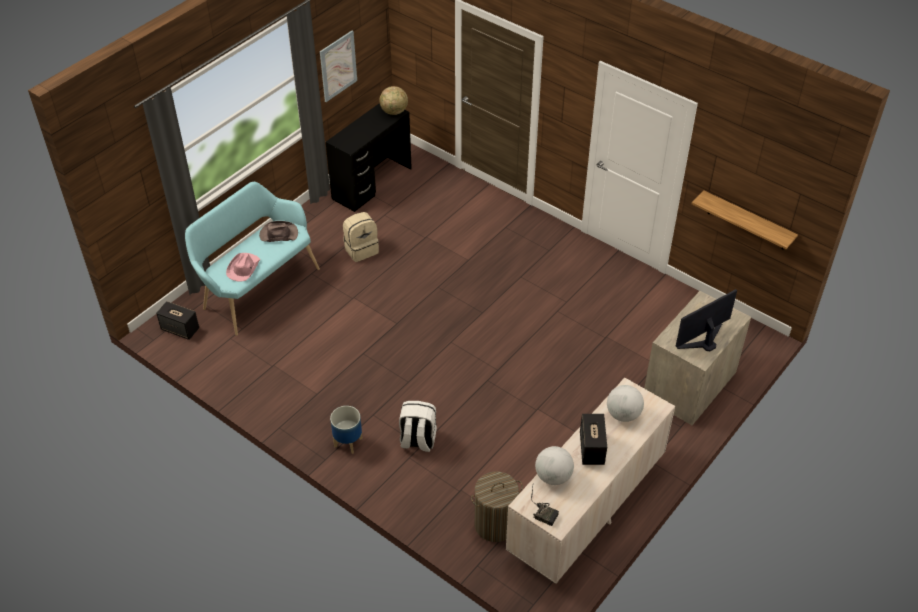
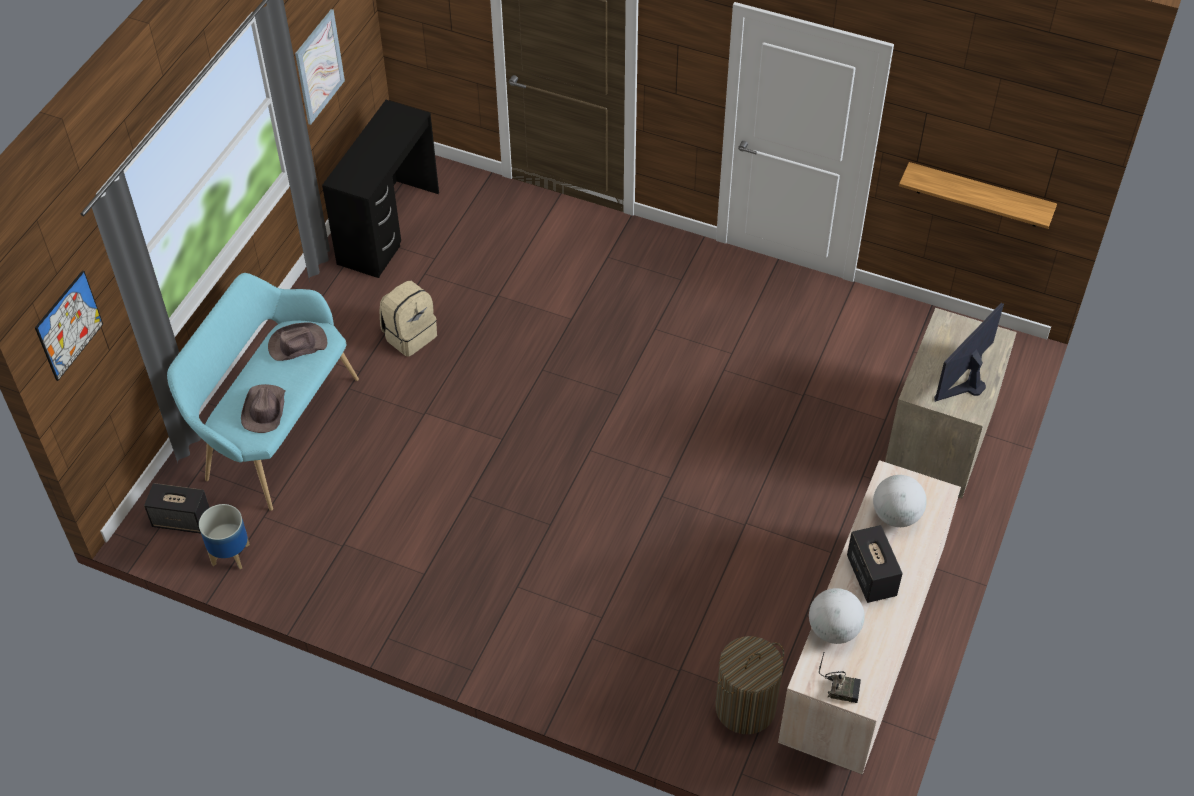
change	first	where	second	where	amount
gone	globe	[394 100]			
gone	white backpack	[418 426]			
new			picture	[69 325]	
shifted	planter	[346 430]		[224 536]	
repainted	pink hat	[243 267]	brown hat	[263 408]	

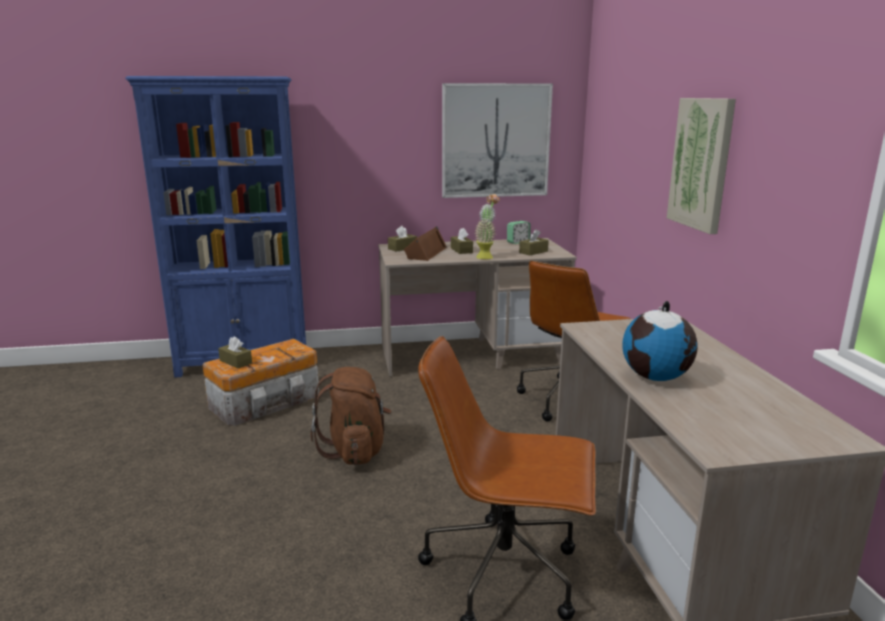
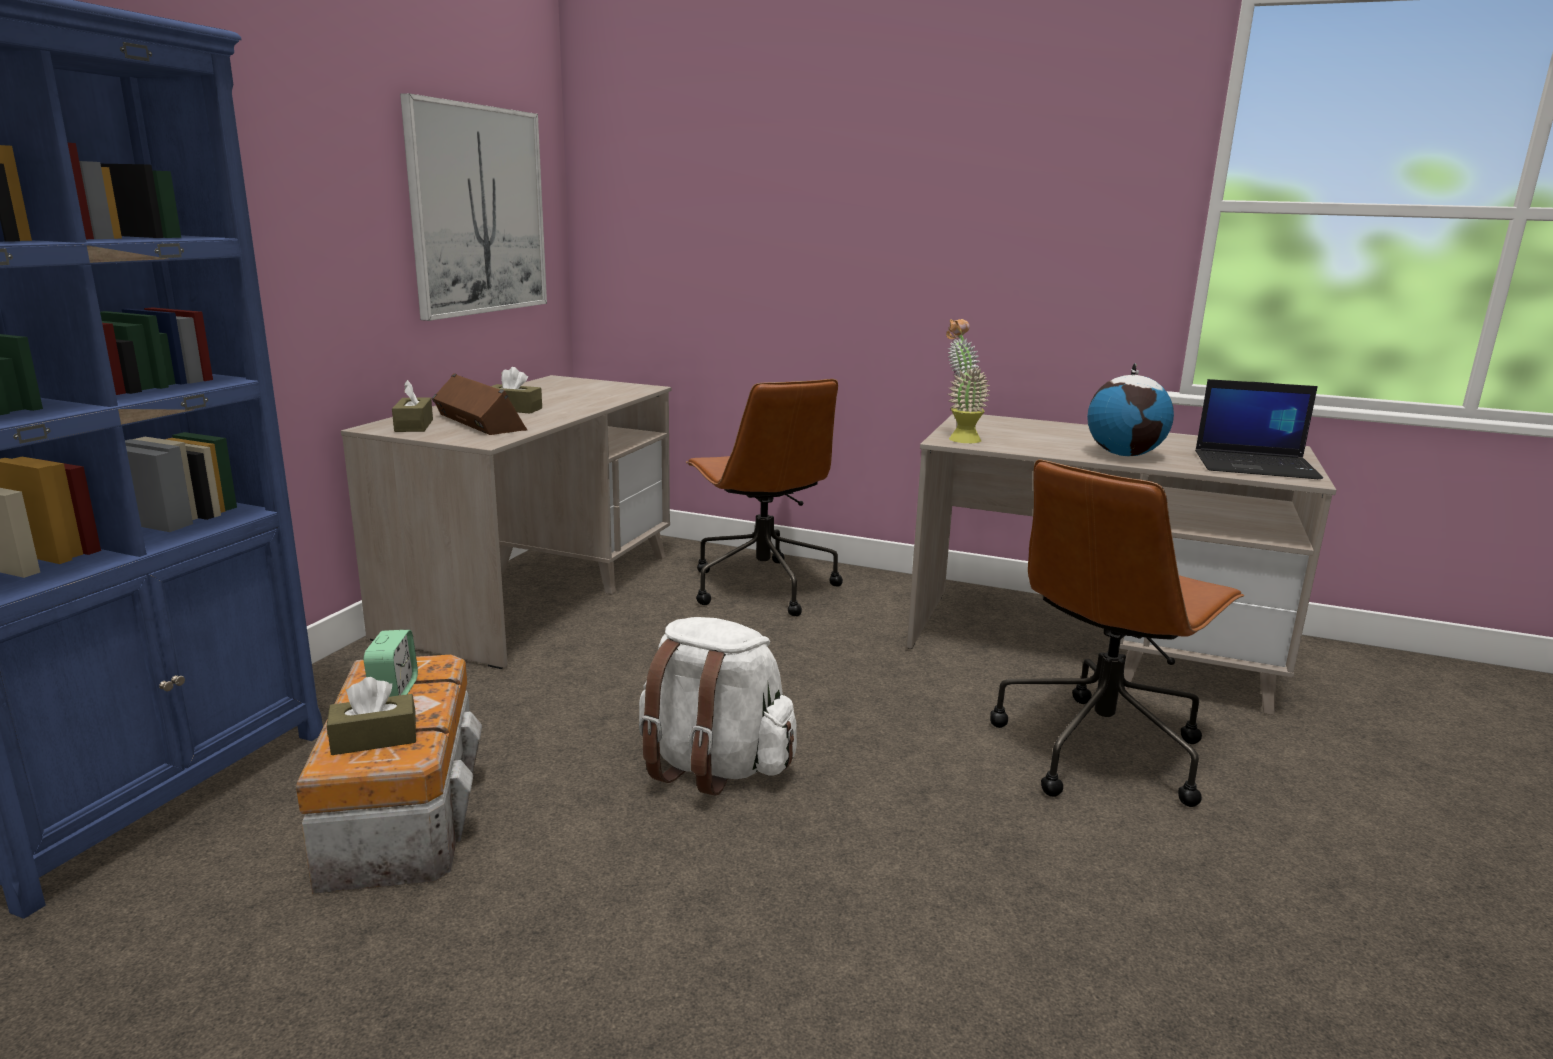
change	first	where	second	where	amount
gone	brown tissue box	[534 242]			
gone	picture	[701 166]			
new			laptop	[1259 429]	
shifted	potted plant	[487 226]		[968 381]	
shifted	alarm clock	[519 232]		[391 663]	
repainted	brown backpack	[351 416]	white backpack	[718 706]	

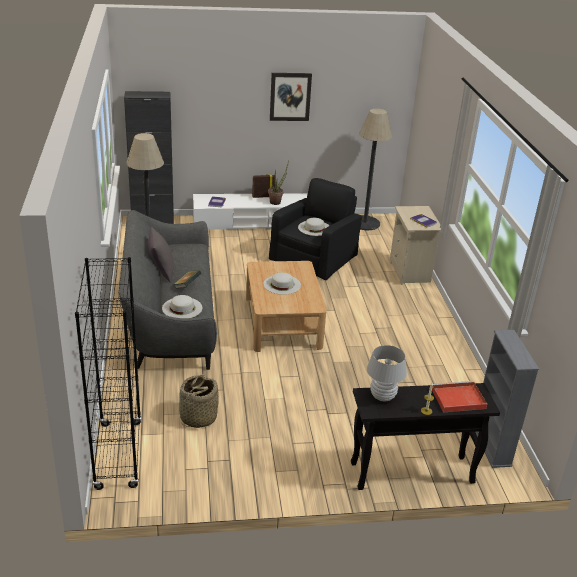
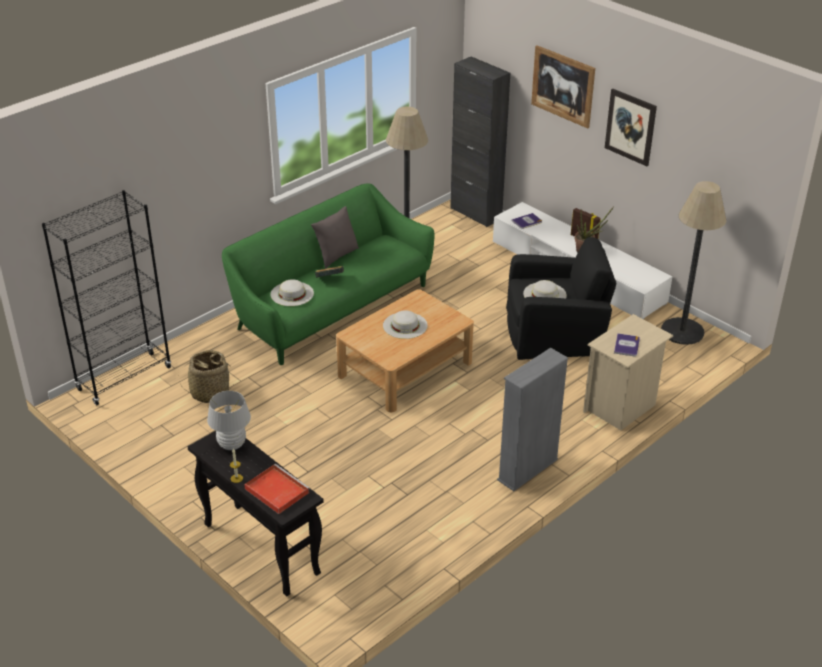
change	first	where	second	where	amount
new			picture	[563 86]	
shifted	grey bookcase	[507 399]		[532 419]	
repainted	grey sofa	[168 290]	green sofa	[328 274]	

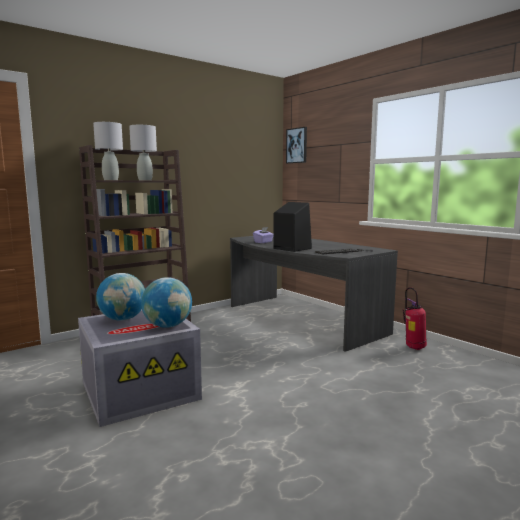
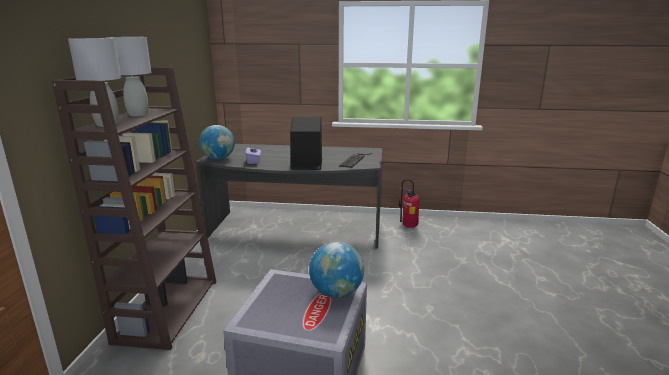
change	first	where	second	where	amount
gone	picture	[296 145]			
shifted	globe	[120 296]		[217 142]	

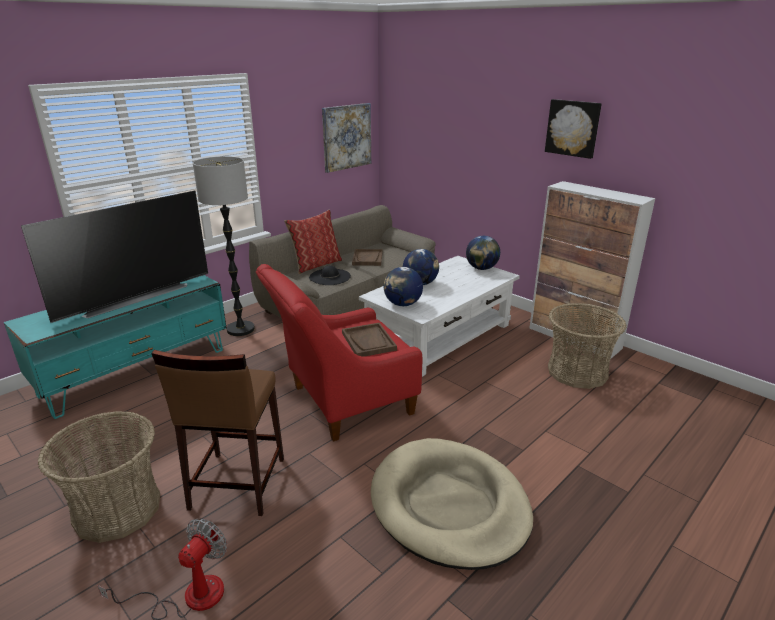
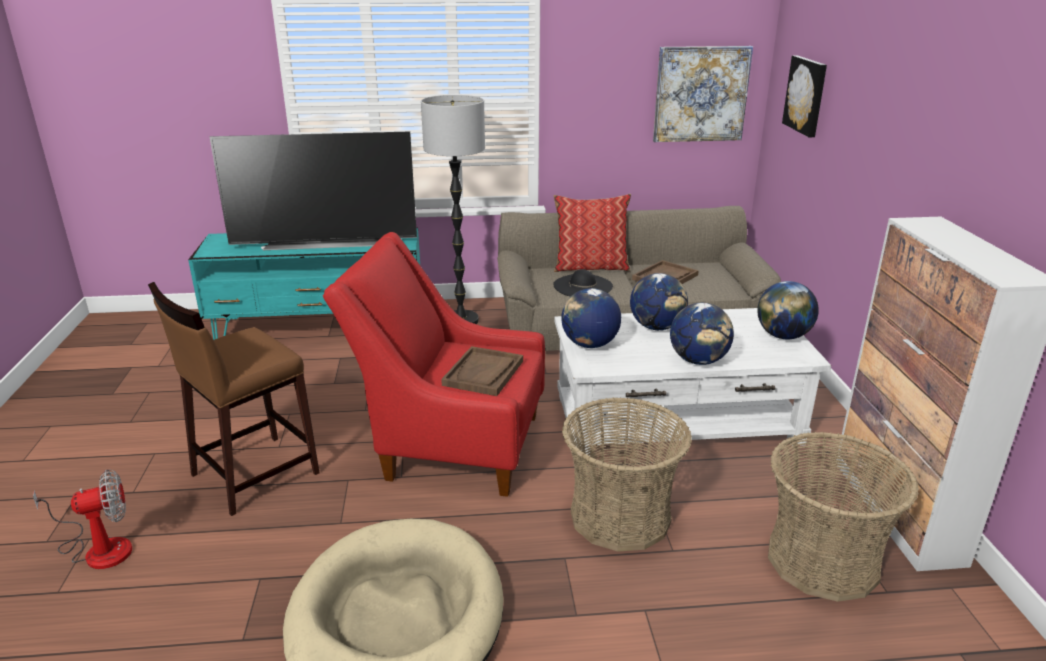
change	first	where	second	where	amount
new			globe	[702 334]	
shifted	basket	[98 477]		[627 474]	
shifted	picture	[573 129]		[804 96]	

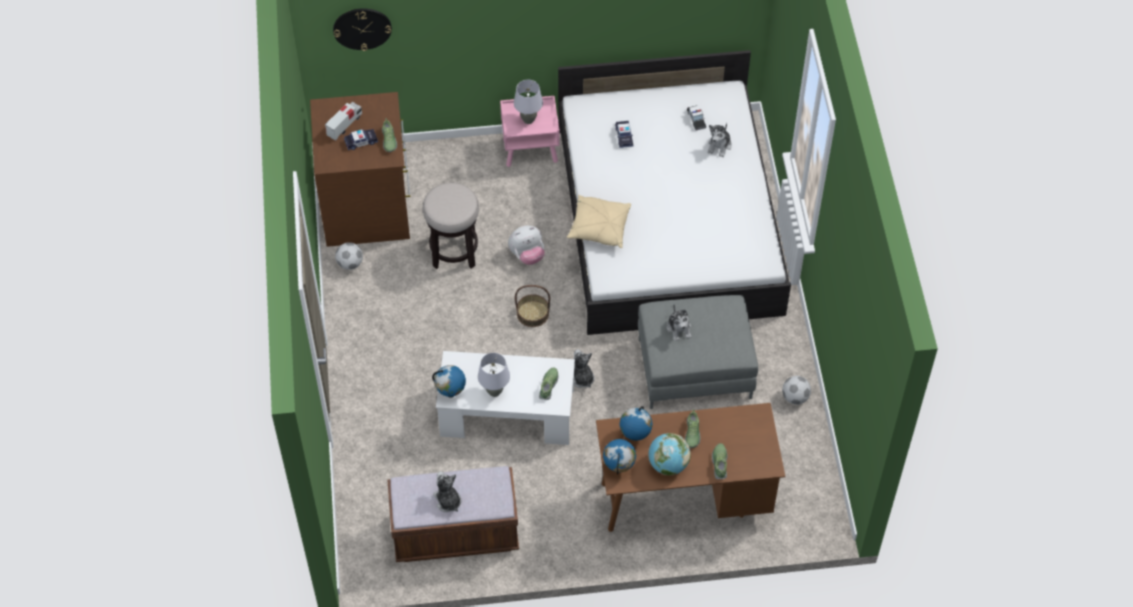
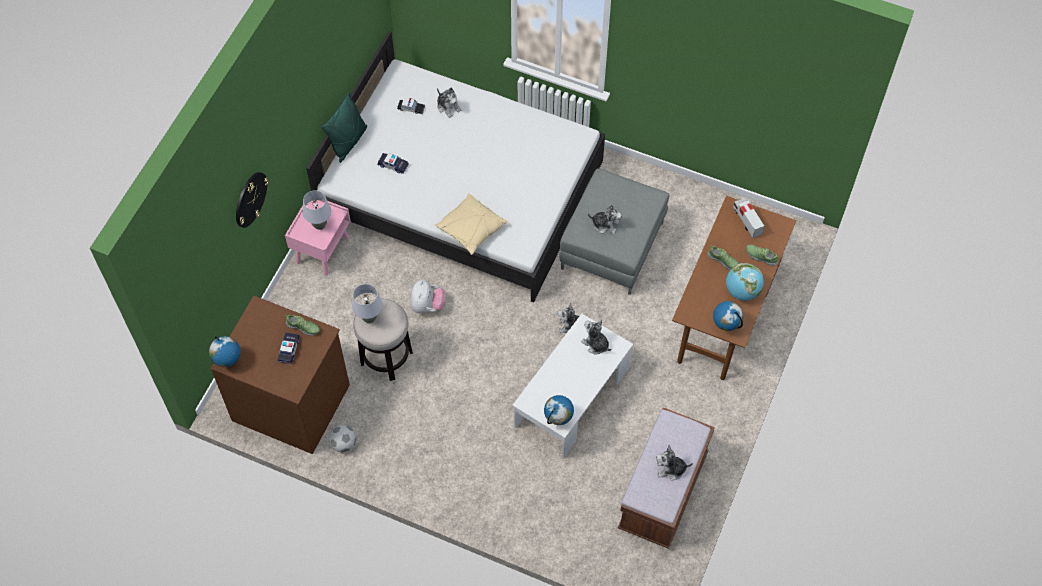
change	first	where	second	where	amount
gone	basket	[532 306]			
gone	football	[796 390]			
new			green pillow	[344 127]	
shifted	toy truck	[343 121]		[748 218]	
shifted	wall clock	[362 29]		[252 200]	
shifted	grey table lamp	[494 375]		[367 303]	
shifted	globe	[636 423]		[224 351]	
swapped	shoe	[548 383]	plush toy	[596 337]	

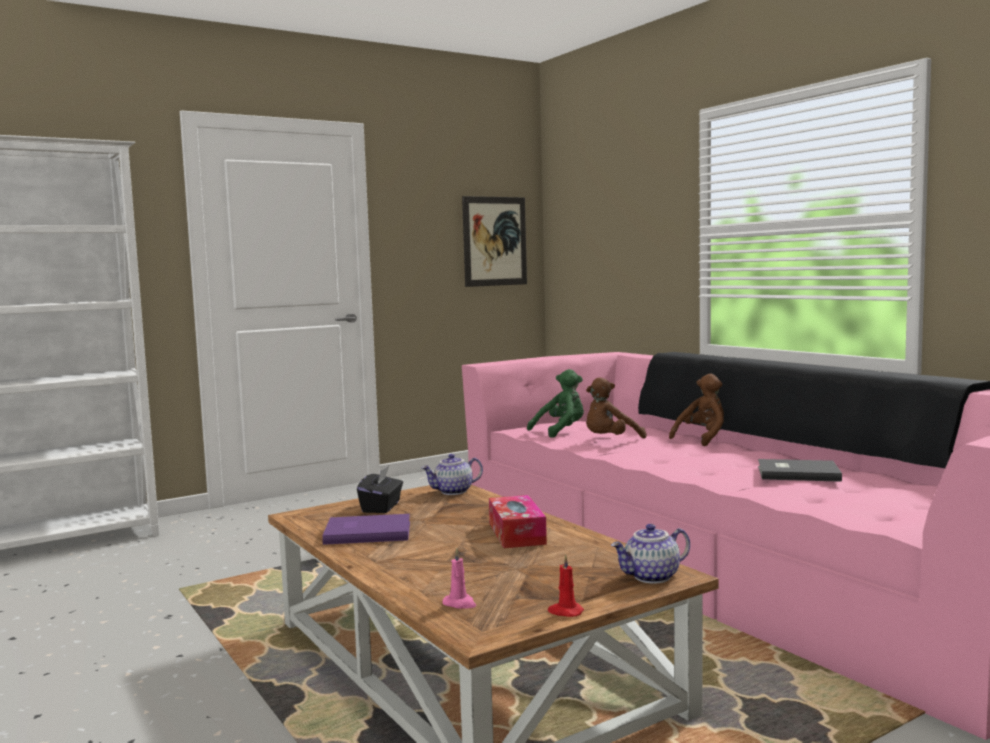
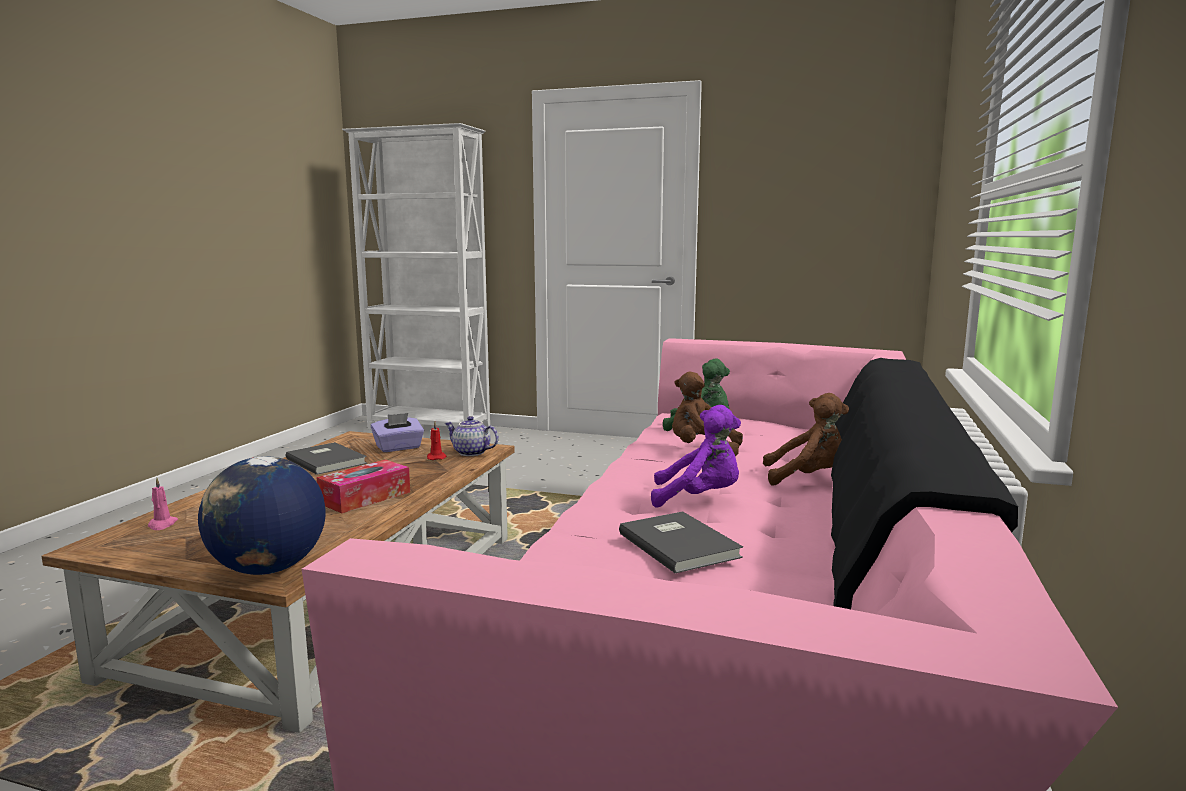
change	first	where	second	where	amount
gone	picture	[494 241]			
new			purple plush toy	[696 456]	
shifted	red candle	[566 585]		[437 441]	
swapped	teapot	[650 554]	globe	[262 515]	
repainted	purple book	[366 529]	grey book	[326 458]	
repainted	black tissue box	[380 489]	purple tissue box	[397 432]	

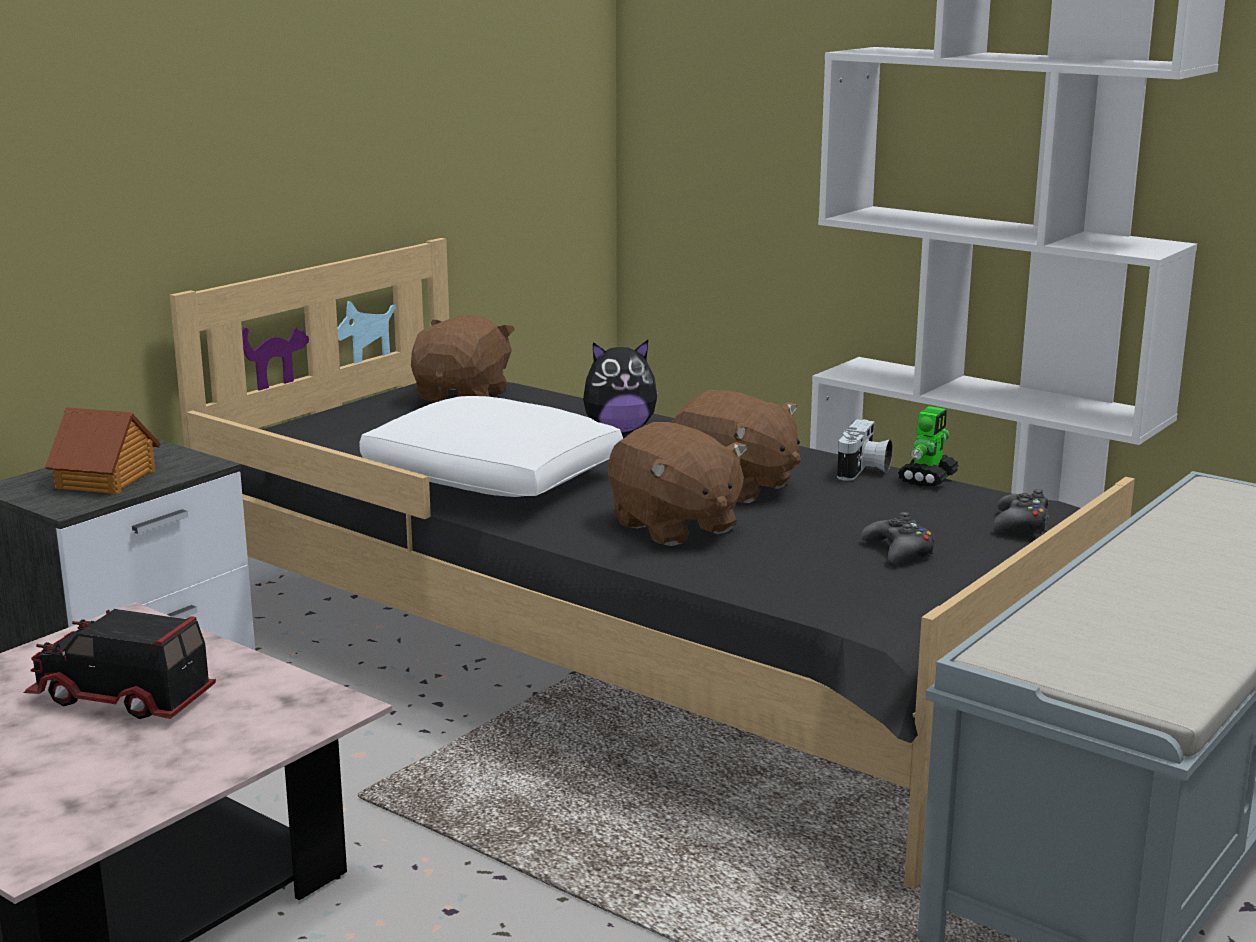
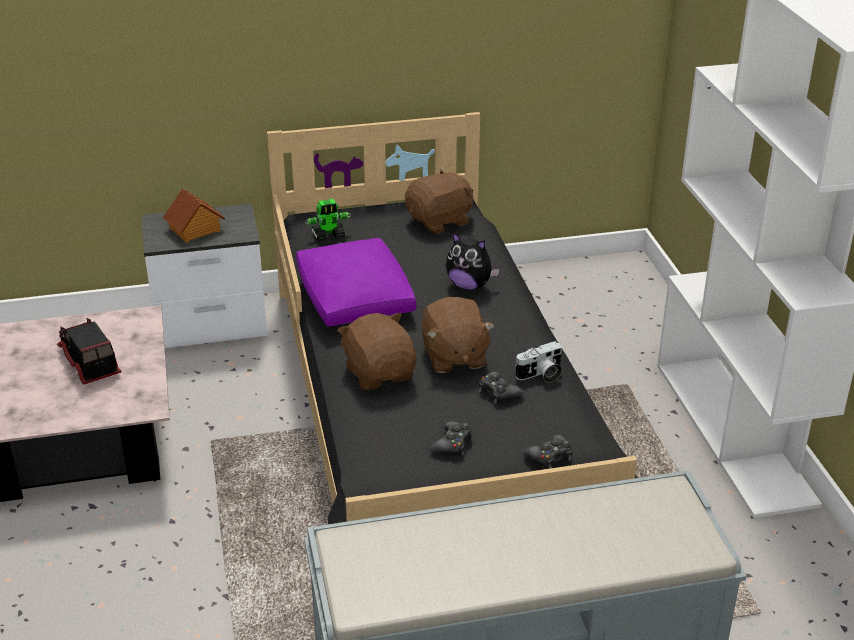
change	first	where	second	where	amount
new			black game controller	[501 388]	
shifted	toy robot	[928 446]		[328 220]	
repainted	white pillow	[491 446]	purple pillow	[356 282]	
rotated	brown plush toy	[677 484]		[377 351]	150 degrees clockwise

